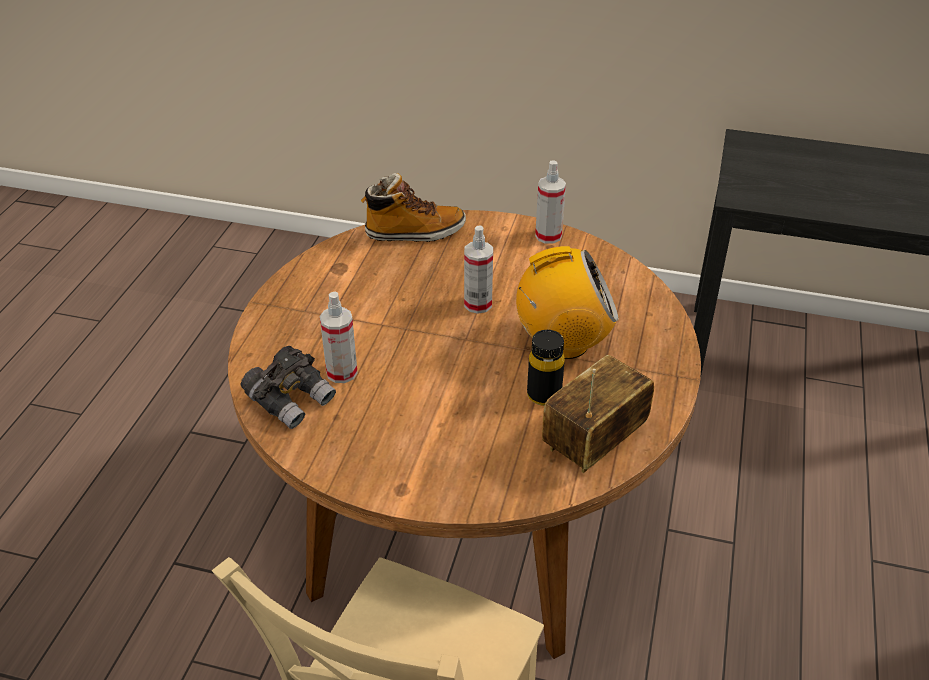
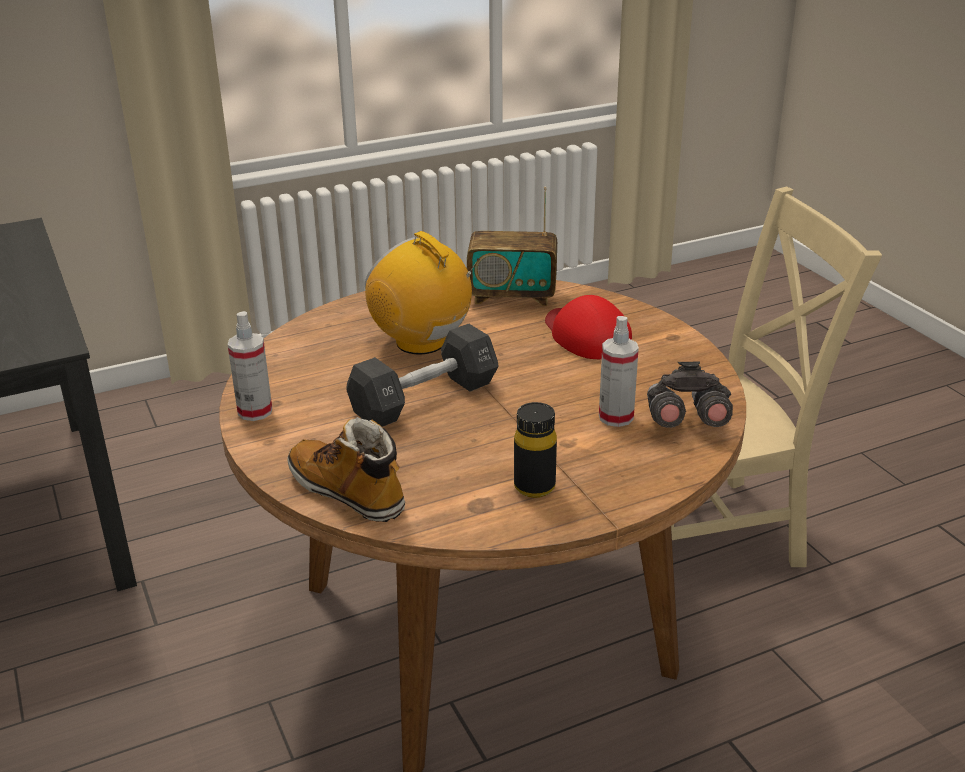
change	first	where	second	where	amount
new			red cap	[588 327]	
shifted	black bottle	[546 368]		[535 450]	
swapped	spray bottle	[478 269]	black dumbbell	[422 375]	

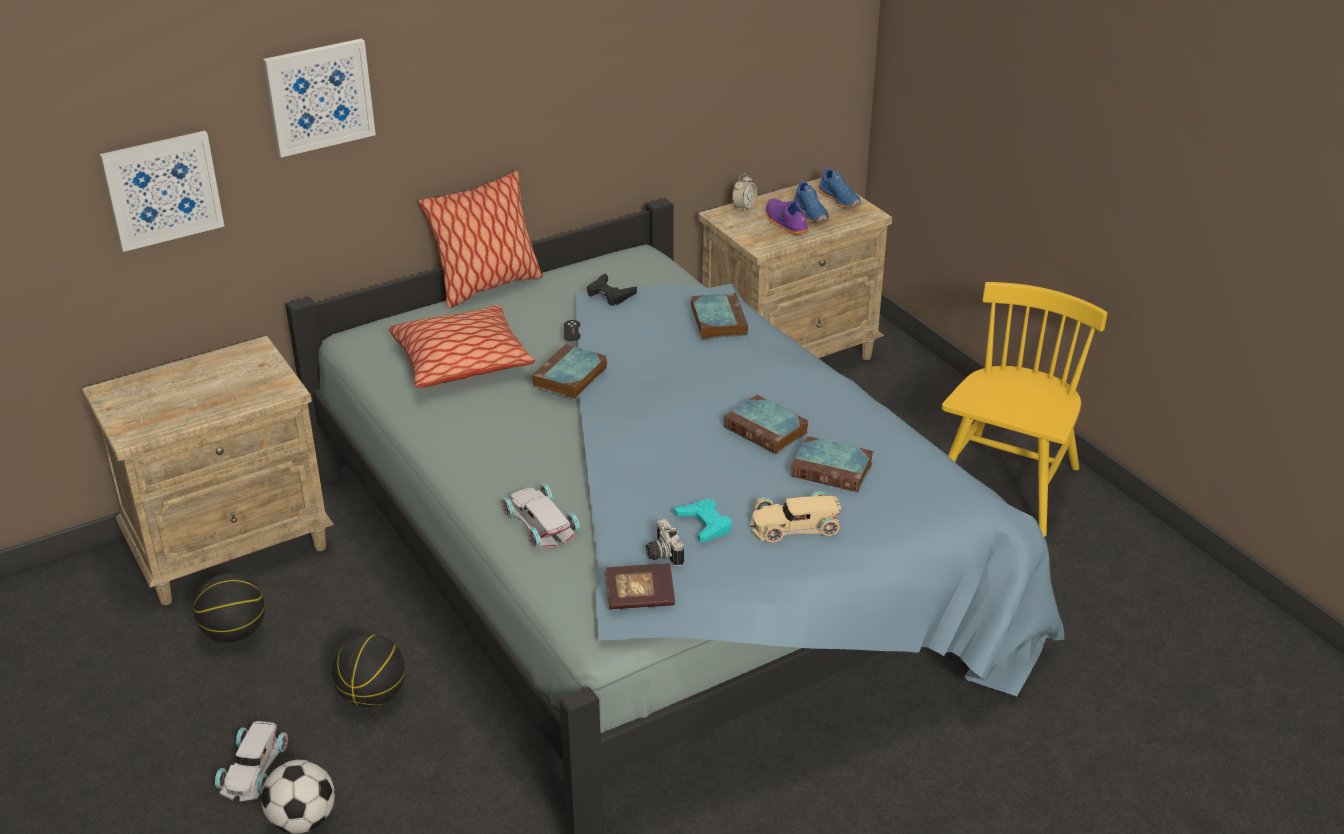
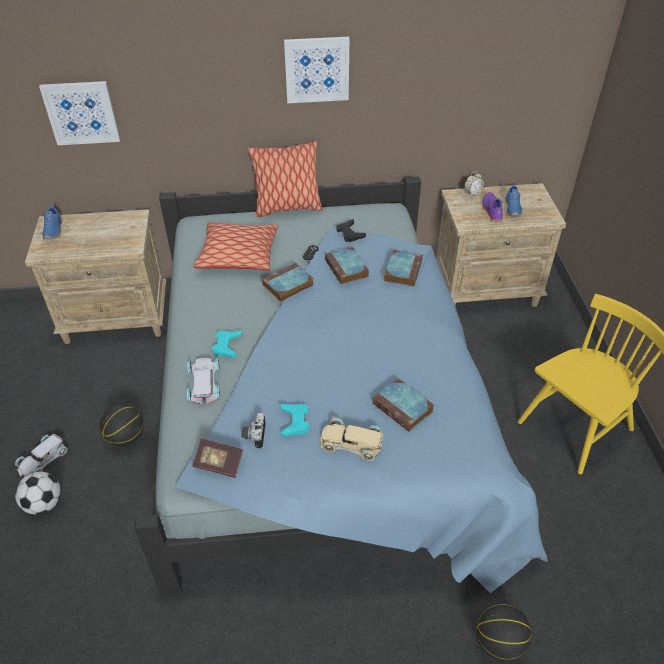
change	first	where	second	where	amount
new			turquoise game controller	[227 344]	
shifted	basketball	[229 608]		[503 631]	
shifted	picture	[319 97]		[316 70]	
shifted	book	[766 424]		[347 265]	
shifted	blue shoe	[839 186]		[52 221]	

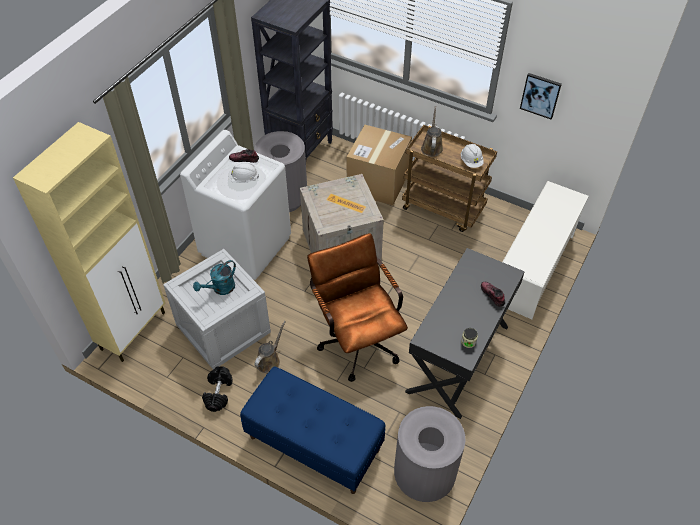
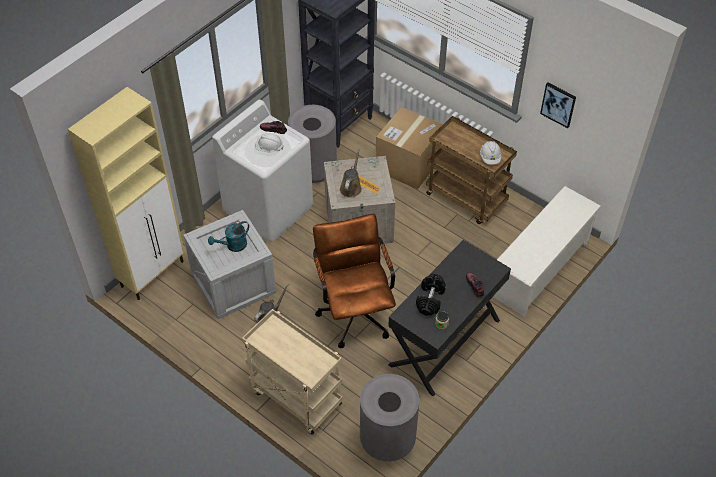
change	first	where	second	where	amount
shifted	black dumbbell	[217 389]		[431 294]	
shifted	brown watering can	[432 131]		[351 173]	
swapped	blue bench	[313 430]	beige cart	[292 372]	

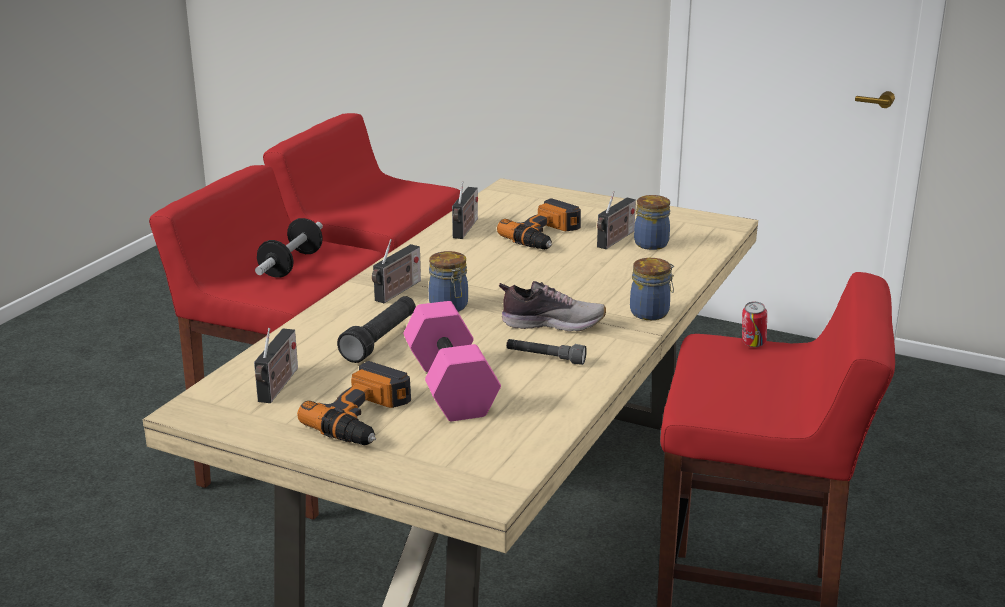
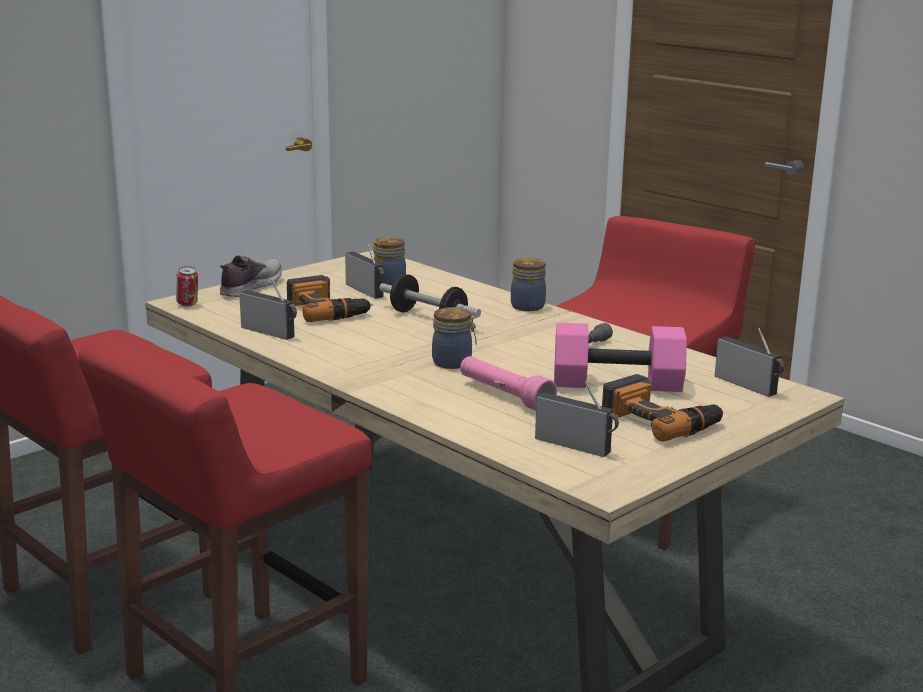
change	first	where	second	where	amount
shifted	dumbbell	[289 248]		[430 296]	
shifted	radio	[396 271]		[749 362]	
shifted	shoe	[552 306]		[251 276]	
shifted	can	[754 324]		[187 286]	
repainted	black flashlight	[376 329]	pink flashlight	[508 383]	

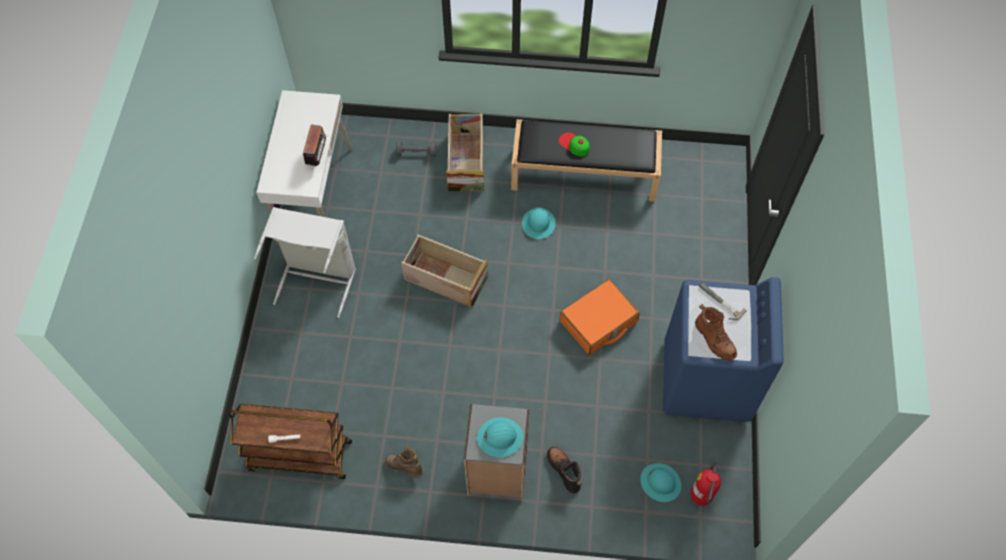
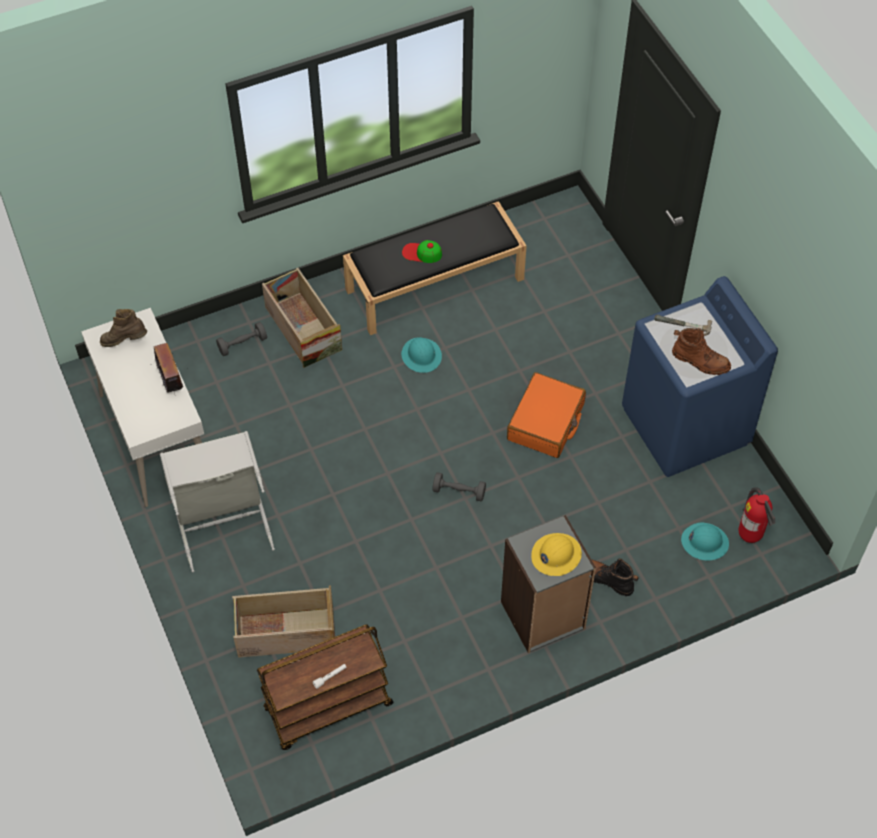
change	first	where	second	where	amount
new			grey dumbbell	[459 486]	
shifted	brown boot	[403 462]		[123 328]	
shifted	crate	[444 272]		[283 621]	
repainted	turquoise hard hat	[500 437]	yellow hard hat	[556 554]	

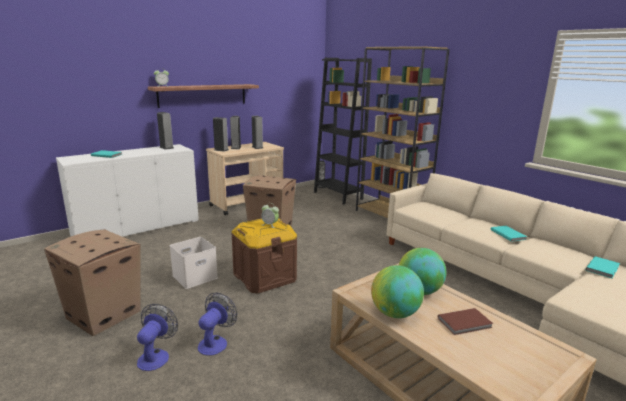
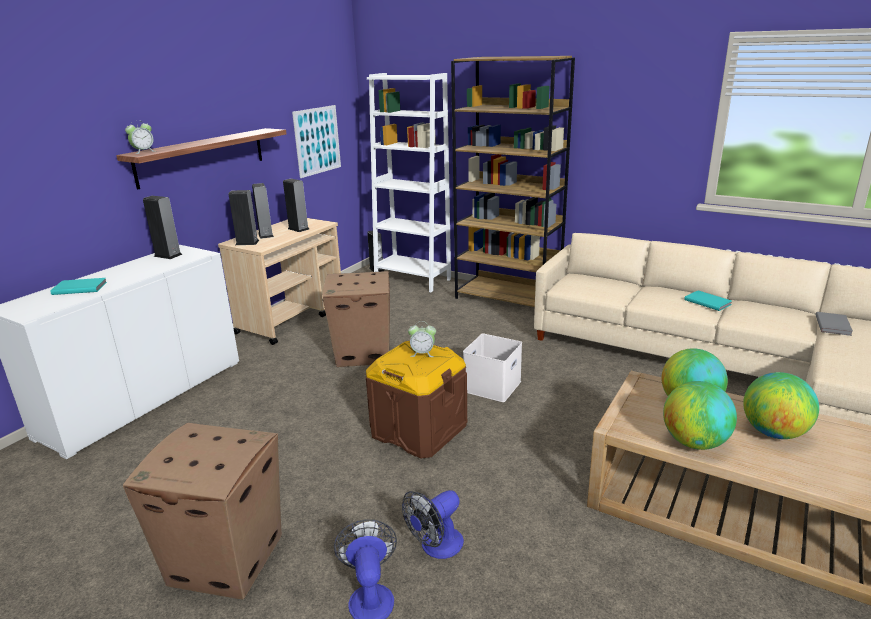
change	first	where	second	where	amount
new			picture	[316 141]	
shifted	white storage box	[194 263]		[492 368]	
swapped	brown book	[465 321]	globe	[781 405]	
repainted	black bookcase	[343 131]	white bookcase	[409 182]	
repainted	turquoise book	[603 267]	grey book	[834 324]	
rotated	fan	[217 324]		[433 524]	135 degrees counterclockwise

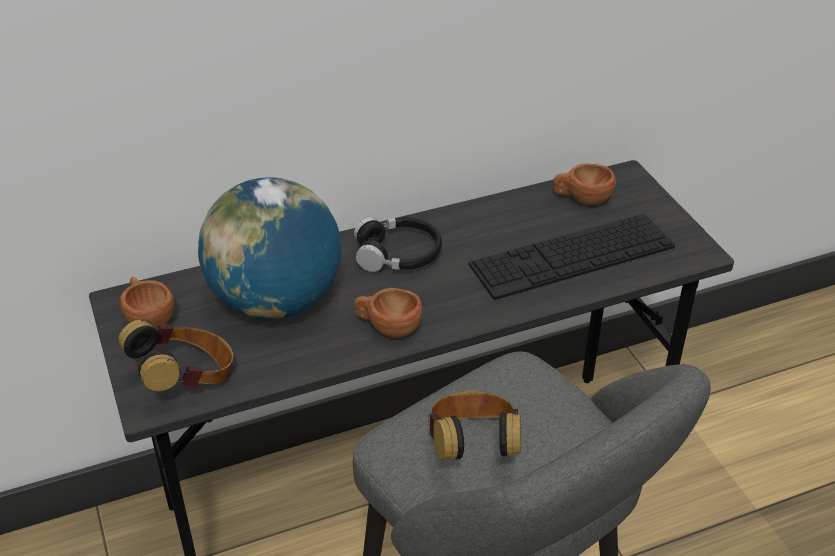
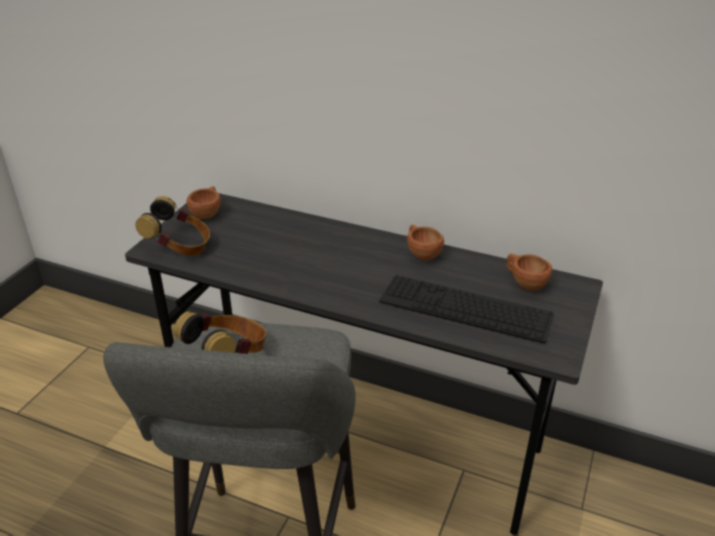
change	first	where	second	where	amount
gone	globe	[269 248]			
gone	black headphones	[398 244]			
shifted	brown cup	[388 313]		[425 242]	

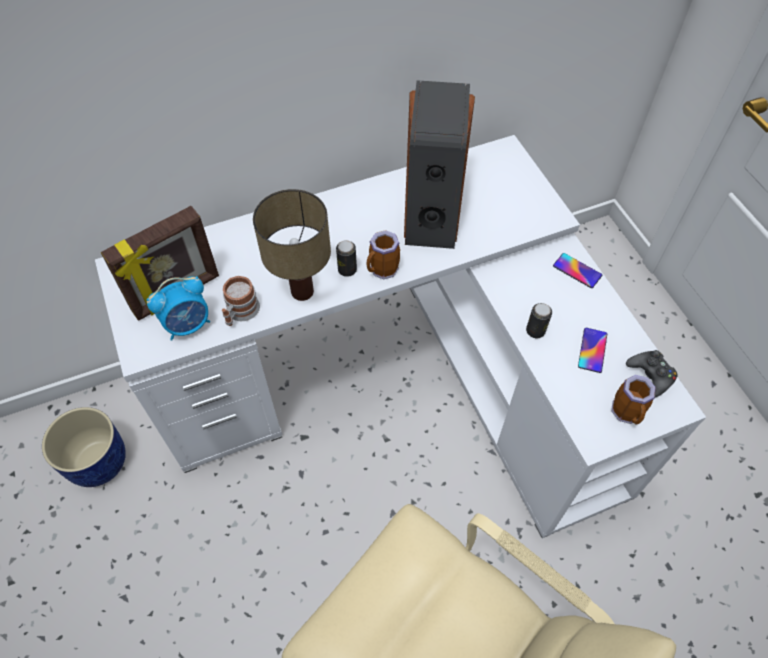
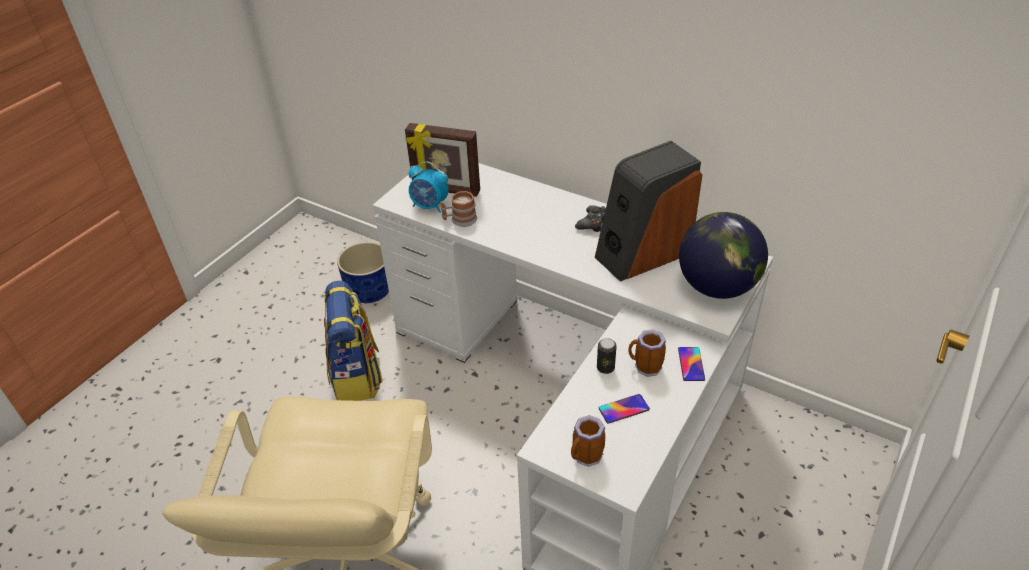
change	first	where	second	where	amount
gone	table lamp	[292 245]			
gone	can	[346 258]			
new			backpack	[353 341]	
new			globe	[723 255]	
shifted	mug	[383 254]		[647 353]	
shifted	black game controller	[651 374]		[590 218]	

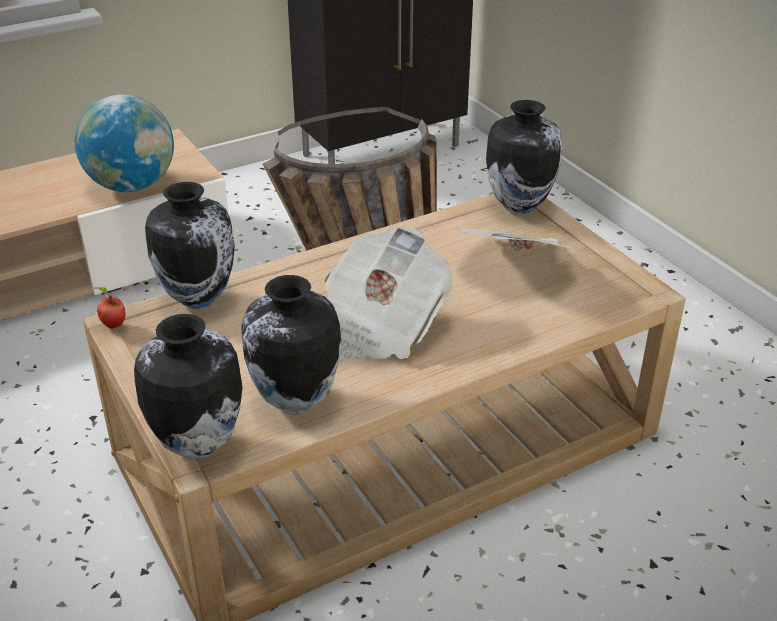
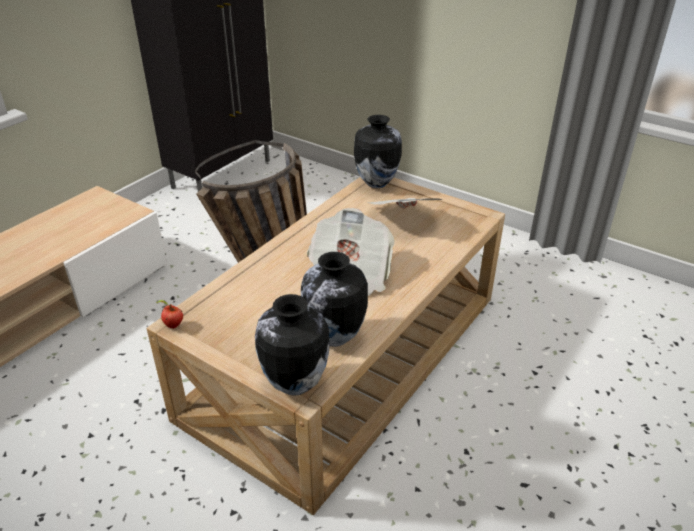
change	first	where	second	where	amount
gone	globe	[124 143]			
gone	vase	[190 245]			

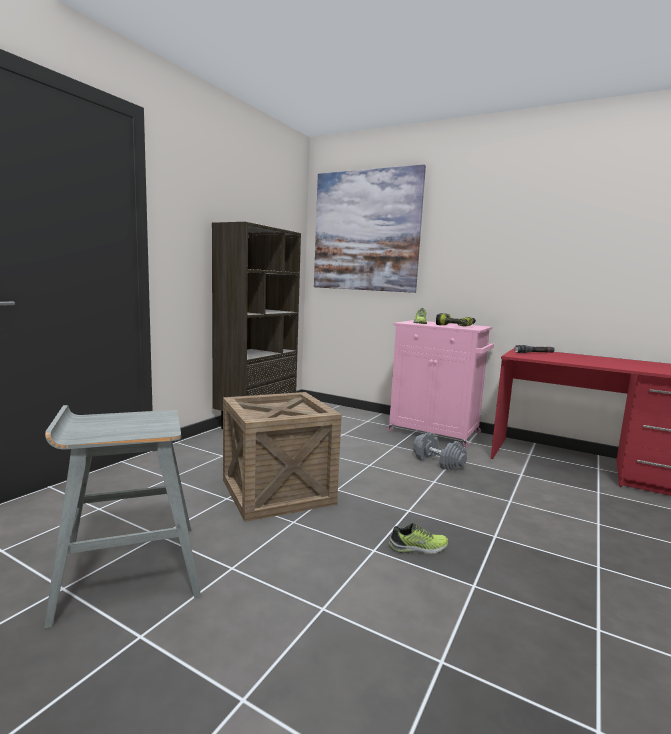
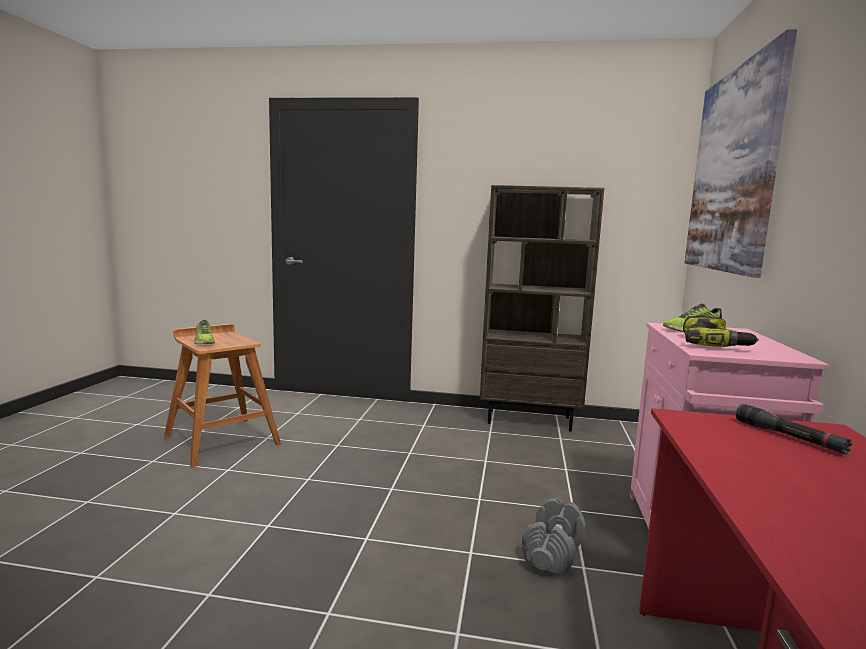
change	first	where	second	where	amount
gone	crate	[282 457]			
shifted	shoe	[418 538]		[204 332]	
repainted	grey stool	[122 516]	brown stool	[222 396]	

